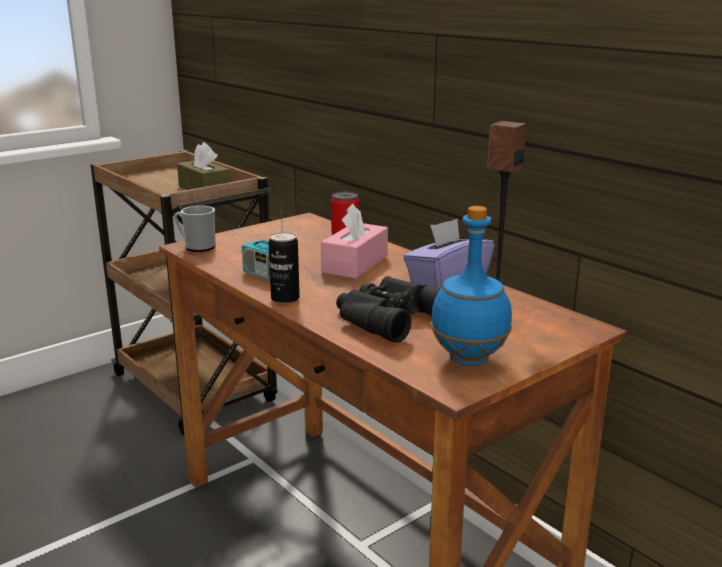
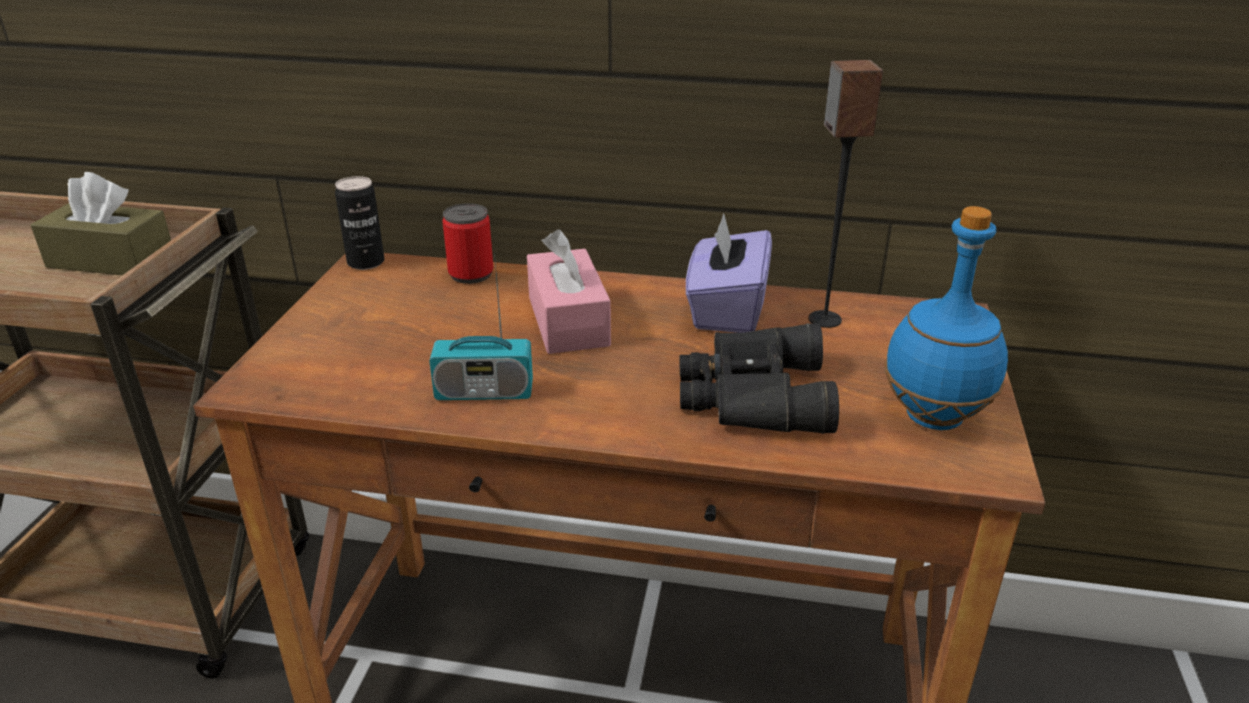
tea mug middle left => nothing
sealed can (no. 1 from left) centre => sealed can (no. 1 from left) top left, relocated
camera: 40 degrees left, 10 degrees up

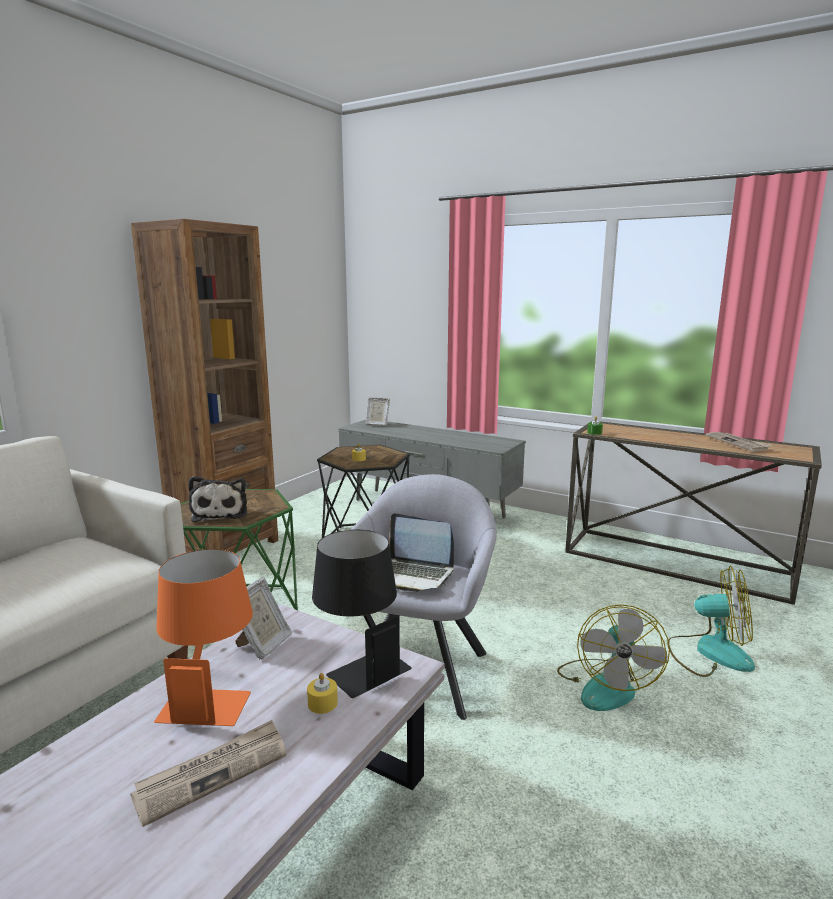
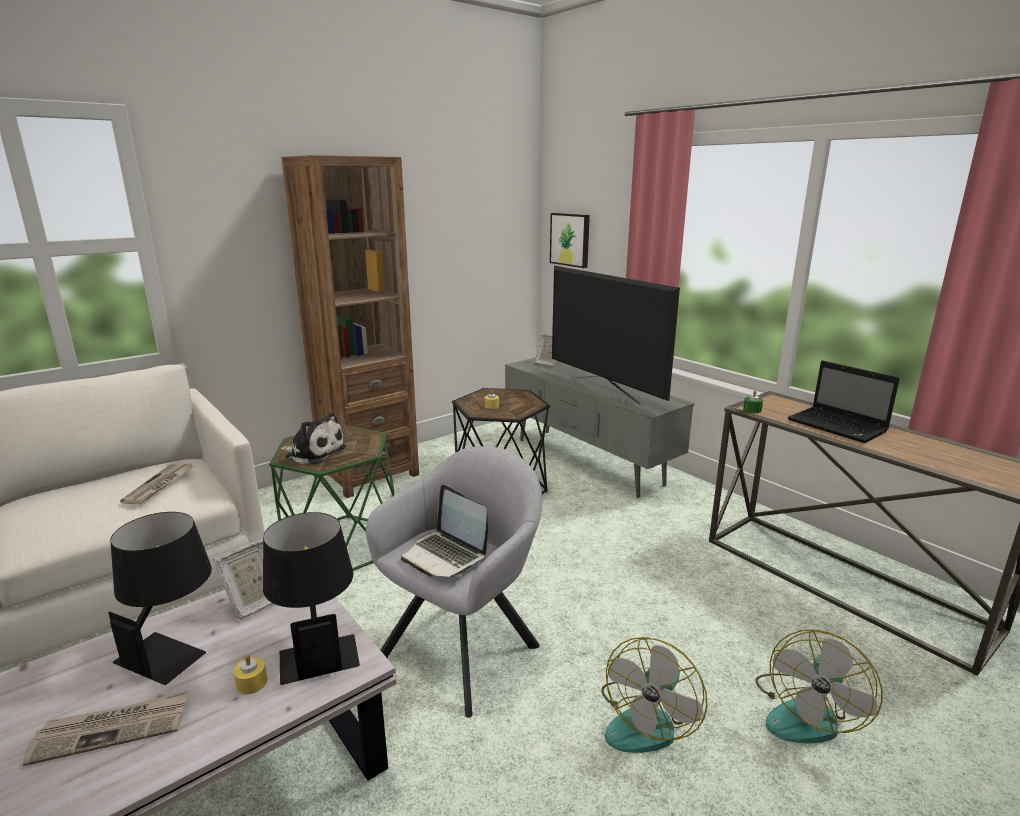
nothing => wall art top centre
nothing => TV centre
nothing => notebook computer (no. 2 from left) middle right
printed paper (no. 2 from left) middle right => printed paper (no. 2 from left) middle left, relocated
orange-coloured table lamp bottom left => black-coloured table lamp (no. 1 from left) bottom left
soft toy middle left, 75 degrees counterclockwise
cooling fan (no. 2 from left) bottom right, 90 degrees clockwise
camera: 20 degrees right, 5 degrees up

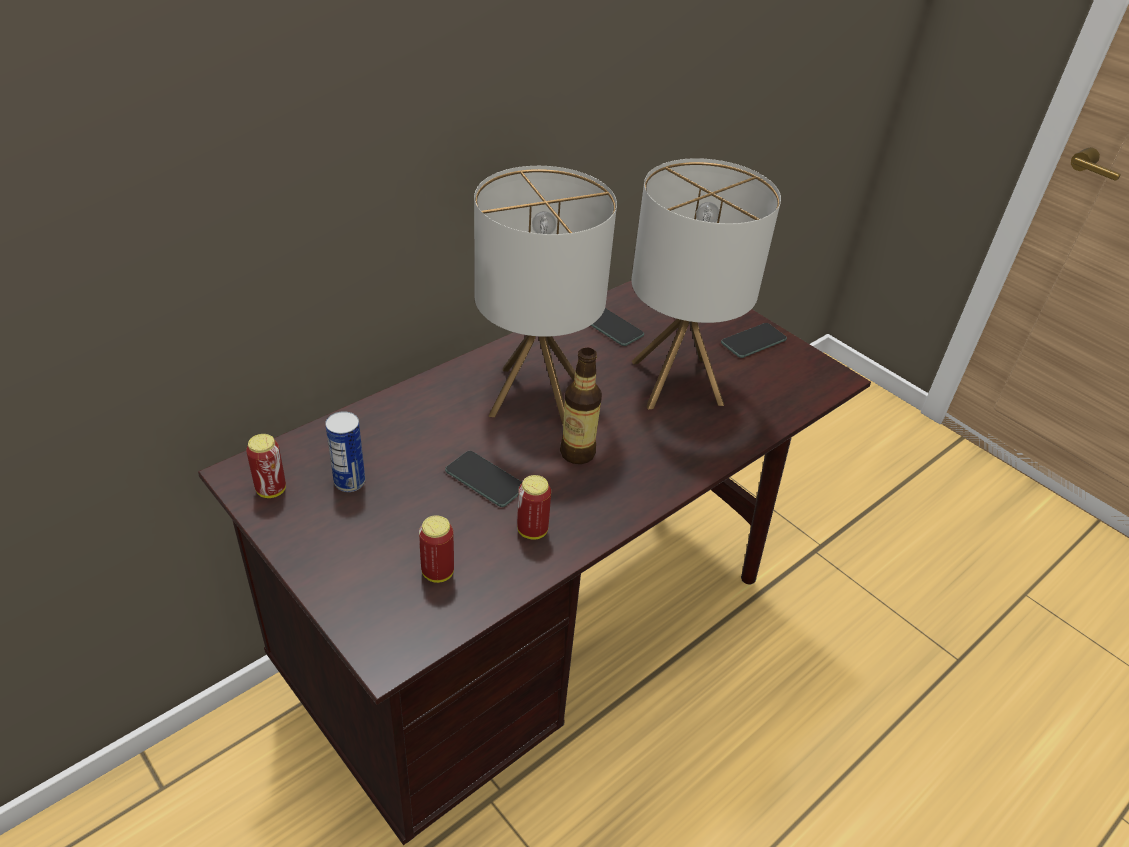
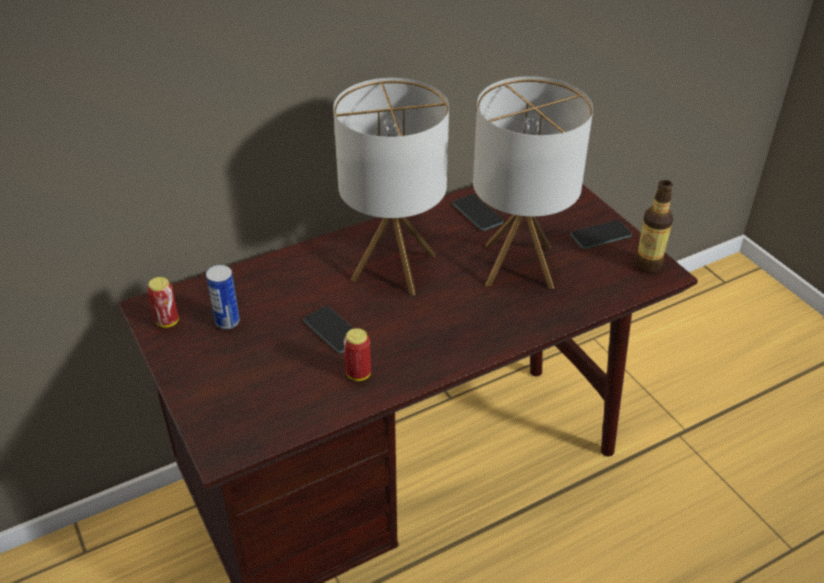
sealed can (no. 3 from left) centre => nothing
beverage bottle centre => beverage bottle middle right, relocated
camera: 15 degrees right, 0 degrees up

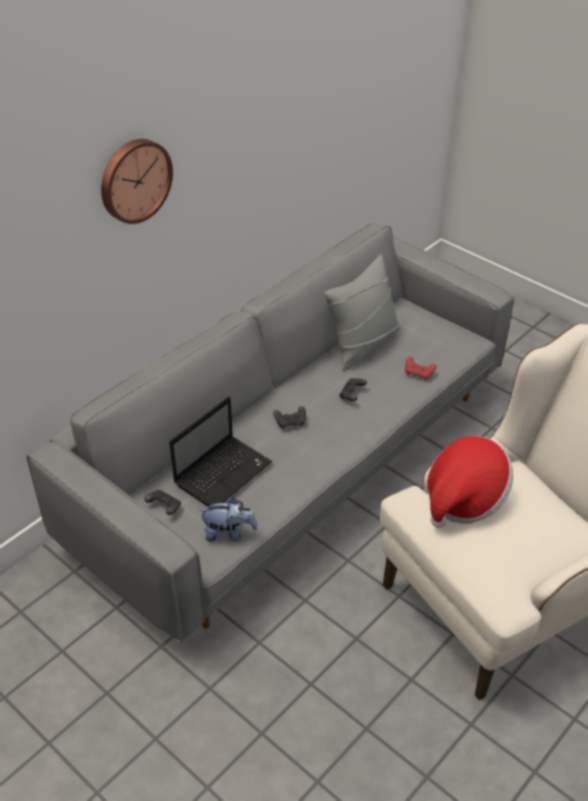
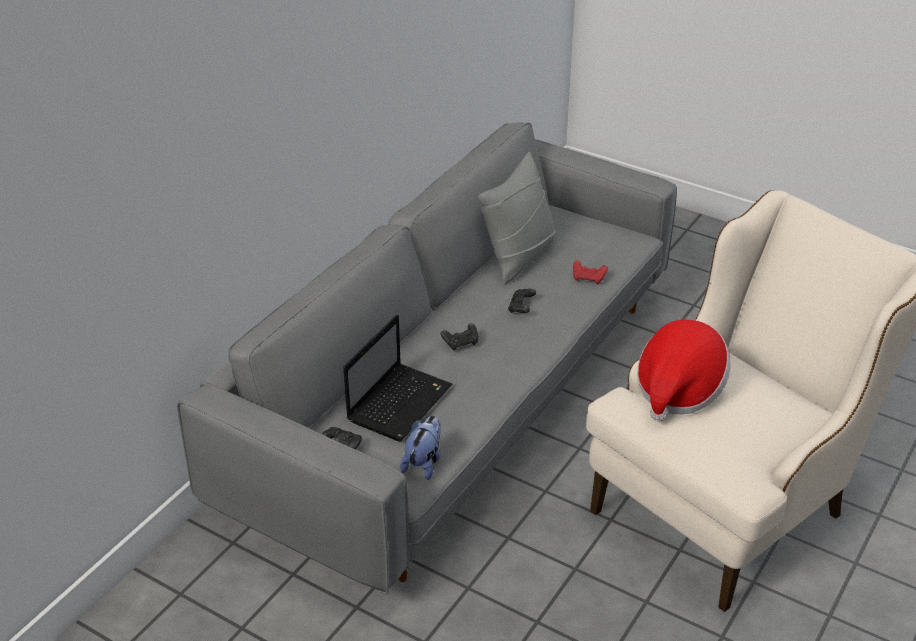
clock on the wall top left => nothing
soft toy centre => soft toy bottom centre, 60 degrees counterclockwise
camera: 10 degrees left, 5 degrees down

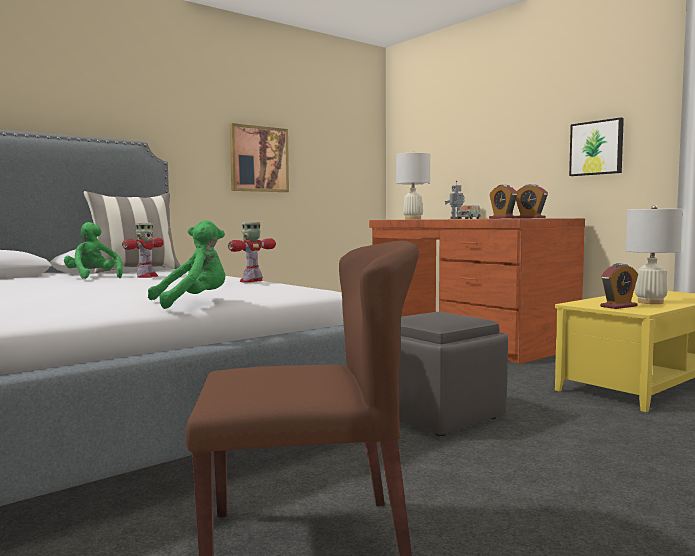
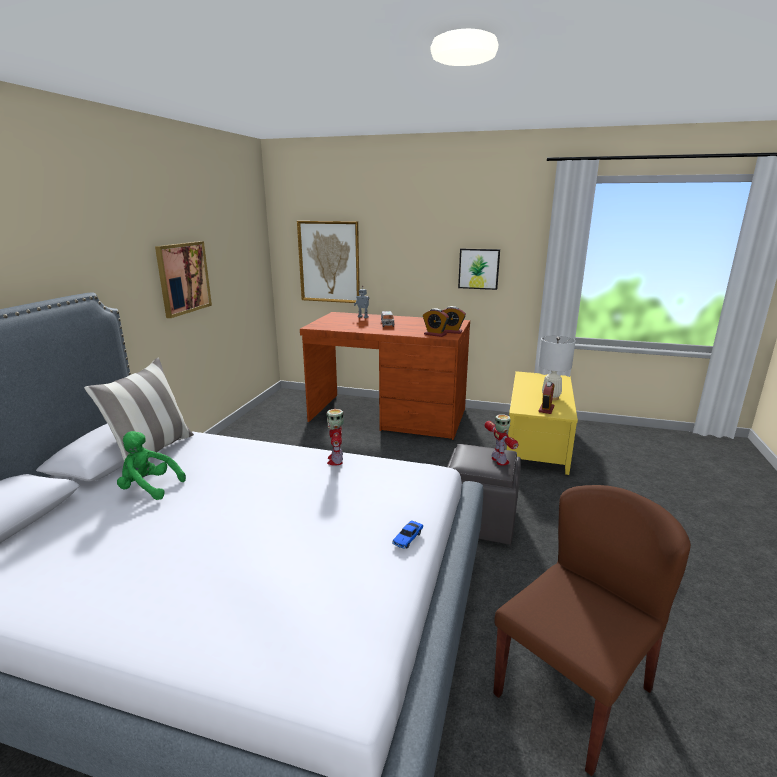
whitish table lamp (no. 1 from left) top centre => nothing
nothing => wall art (no. 2 from left) centre
toy robot (no. 1 from left in the first image) middle left => toy robot (no. 3 from left) centre, relocated
greenish soft toy (no. 2 from left) middle left => toy car bottom centre
camera: 35 degrees left, 15 degrees up

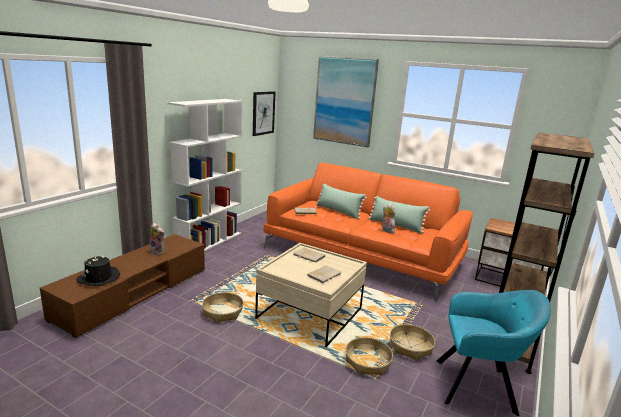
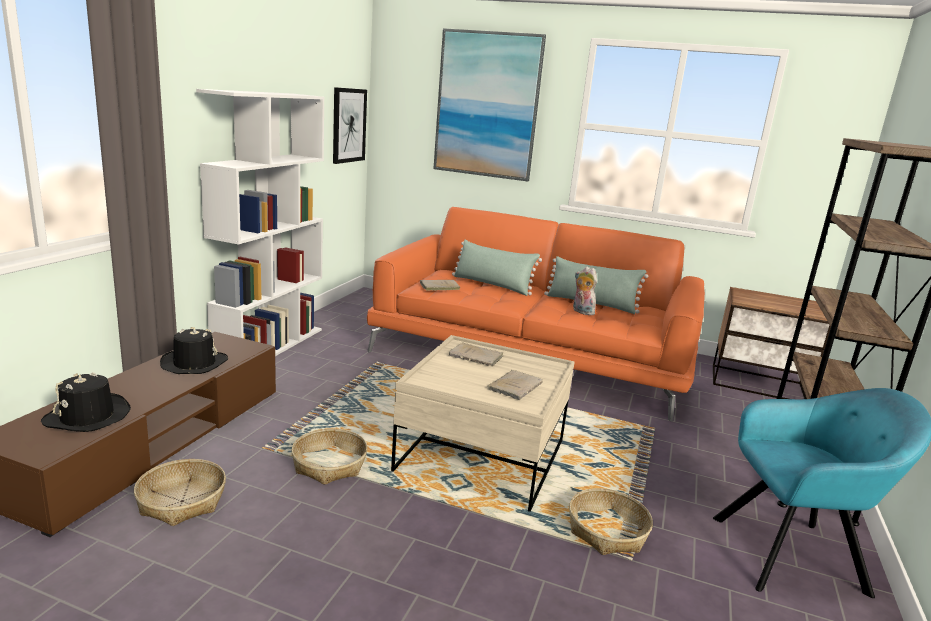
storage basket (no. 3 from left in the first image) bottom centre => storage basket (no. 1 from left) bottom left, relocated
soft toy (no. 1 from left) middle left => black-coloured clothing hat (no. 2 from left) middle left
camera: 10 degrees left, 0 degrees up

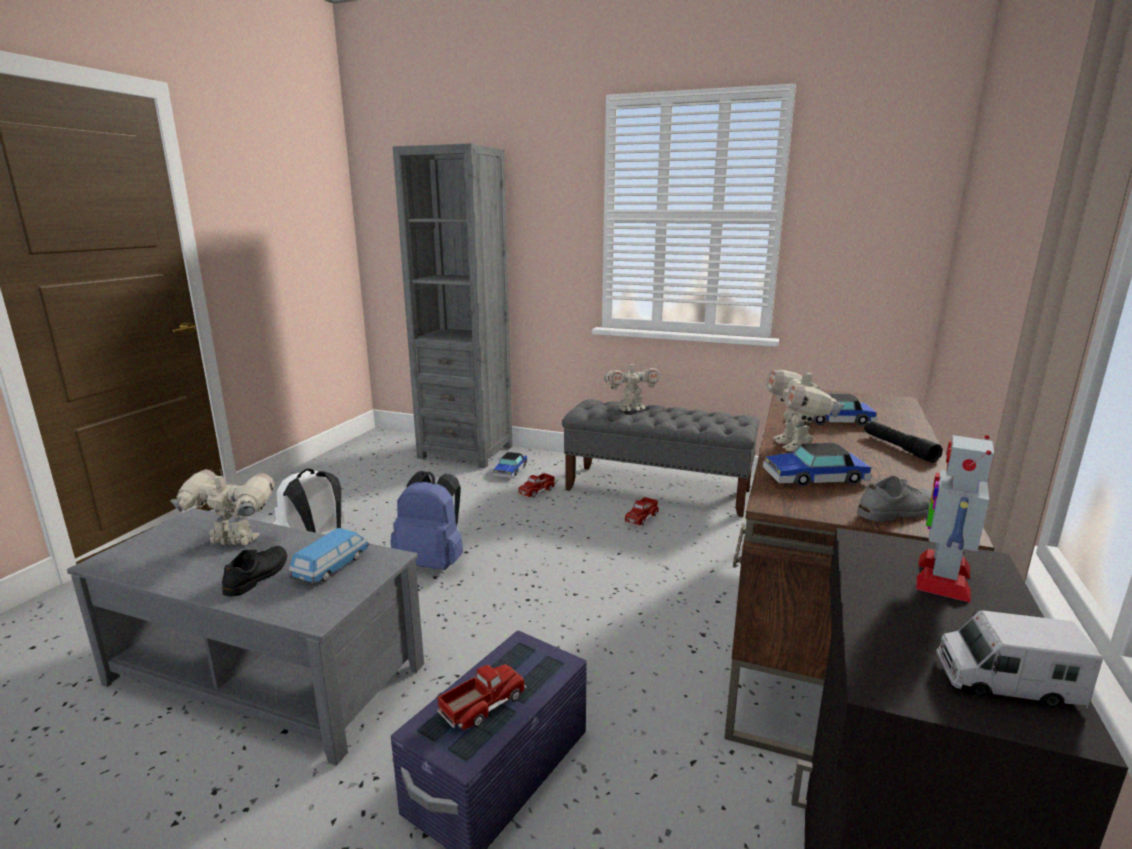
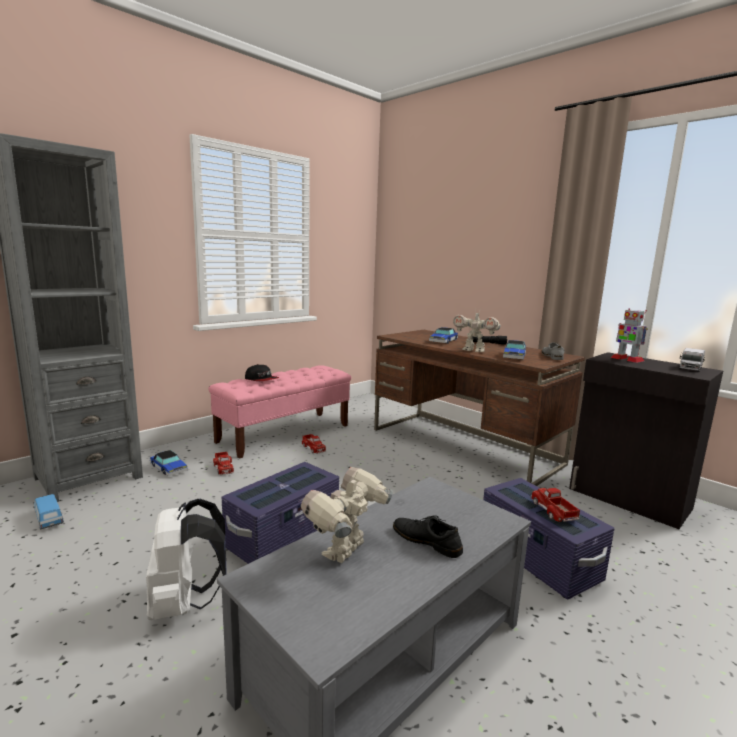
toy car (no. 1 from left) middle left => toy car (no. 1 from left) bottom left, relocated
bluish knapsack centre => purple storage box (no. 1 from left) bottom centre
toy robot (no. 2 from left) centre => cap centre
grey indoor bench centre => pink indoor bench centre
camera: 65 degrees left, 5 degrees down

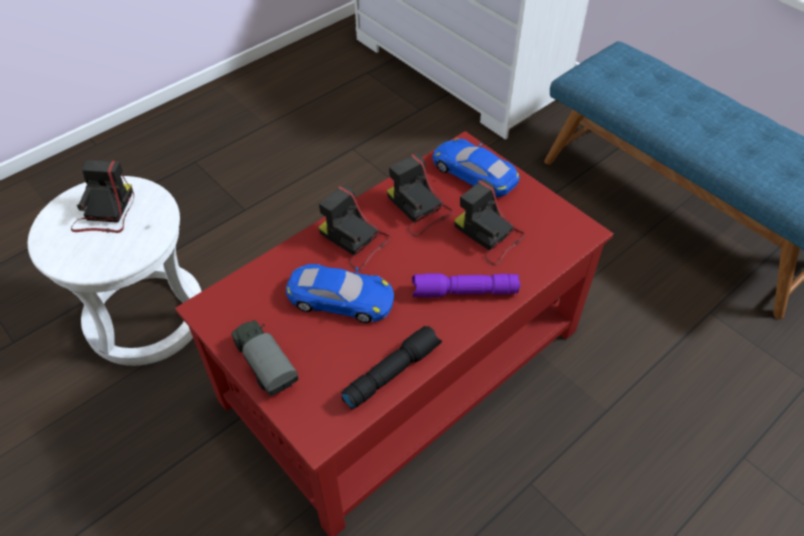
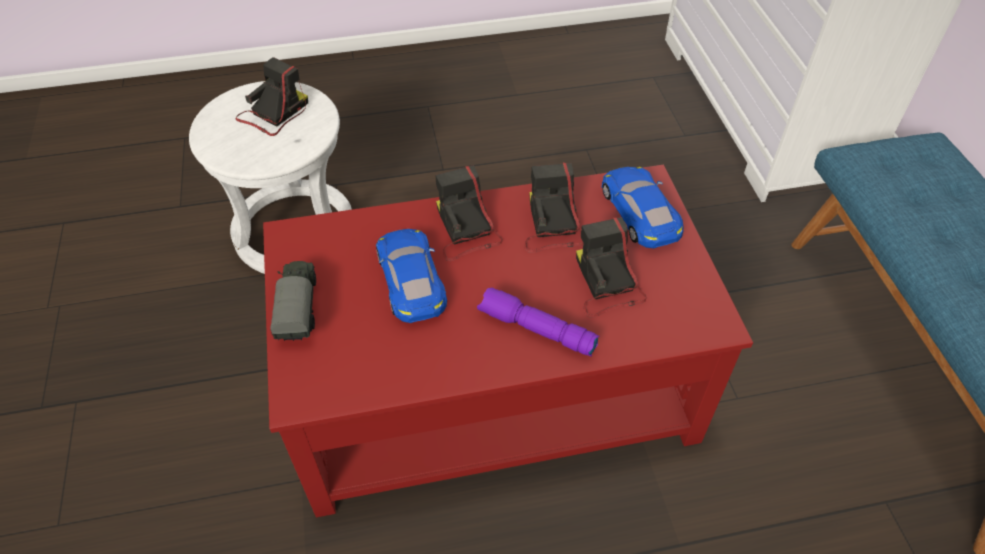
black-coloured flashlight bottom centre => nothing
bluish toy car (no. 1 from left) centre, 150 degrees counterclockwise
camera: 30 degrees right, 0 degrees up

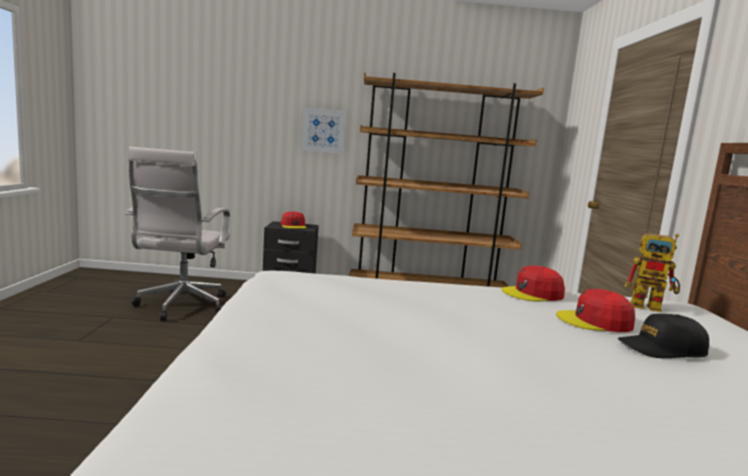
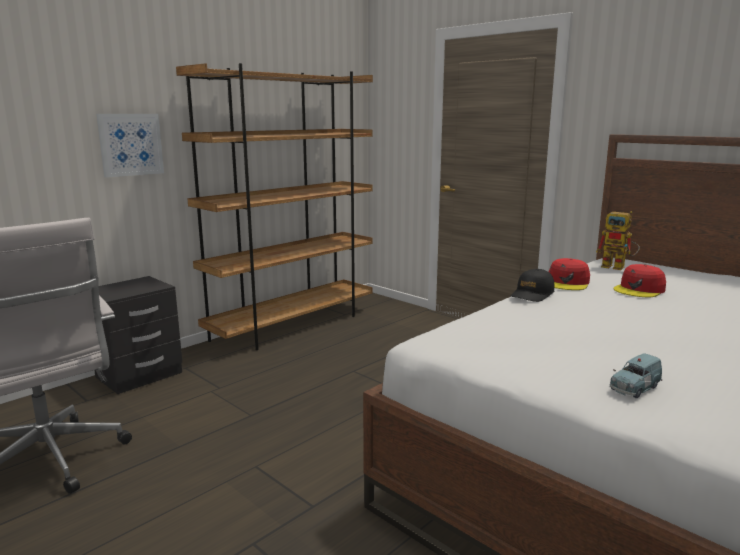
red cap (no. 1 from left) centre => nothing
nothing => bluish toy car bottom right
black-coloured cap bottom right => black-coloured cap middle right, relocated
toy robot middle right, 60 degrees clockwise
camera: 45 degrees left, 5 degrees up

